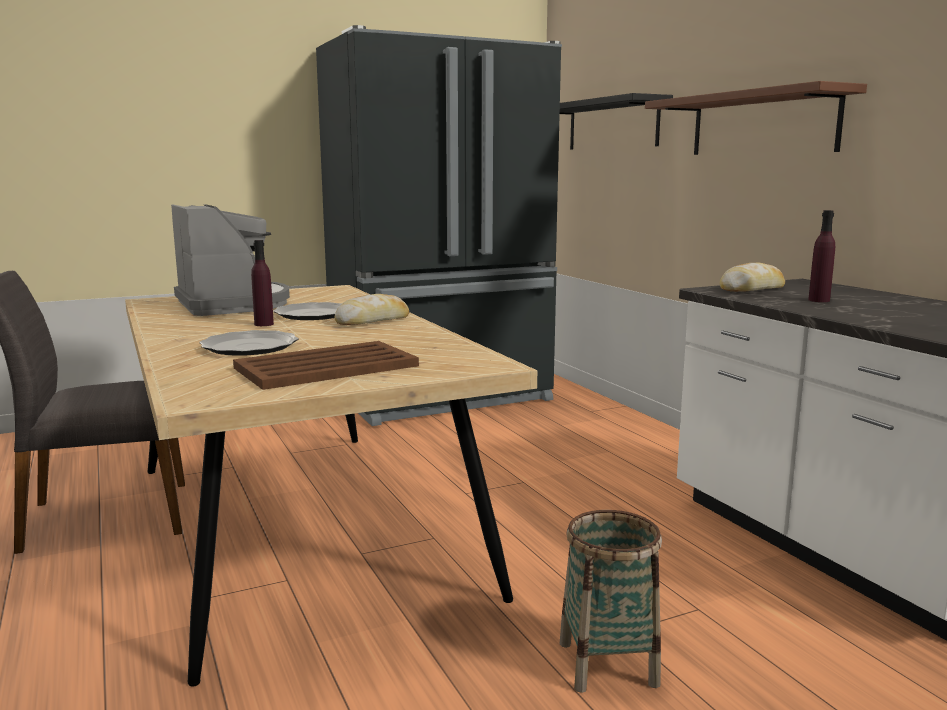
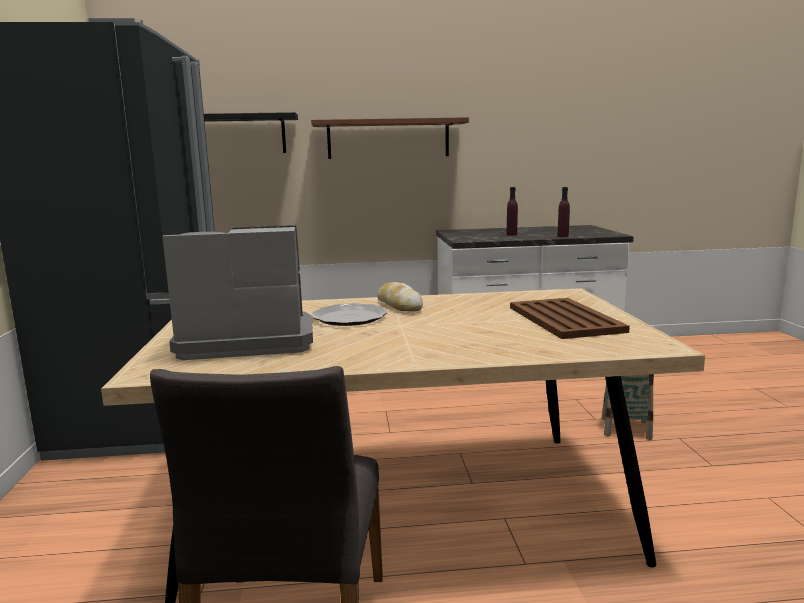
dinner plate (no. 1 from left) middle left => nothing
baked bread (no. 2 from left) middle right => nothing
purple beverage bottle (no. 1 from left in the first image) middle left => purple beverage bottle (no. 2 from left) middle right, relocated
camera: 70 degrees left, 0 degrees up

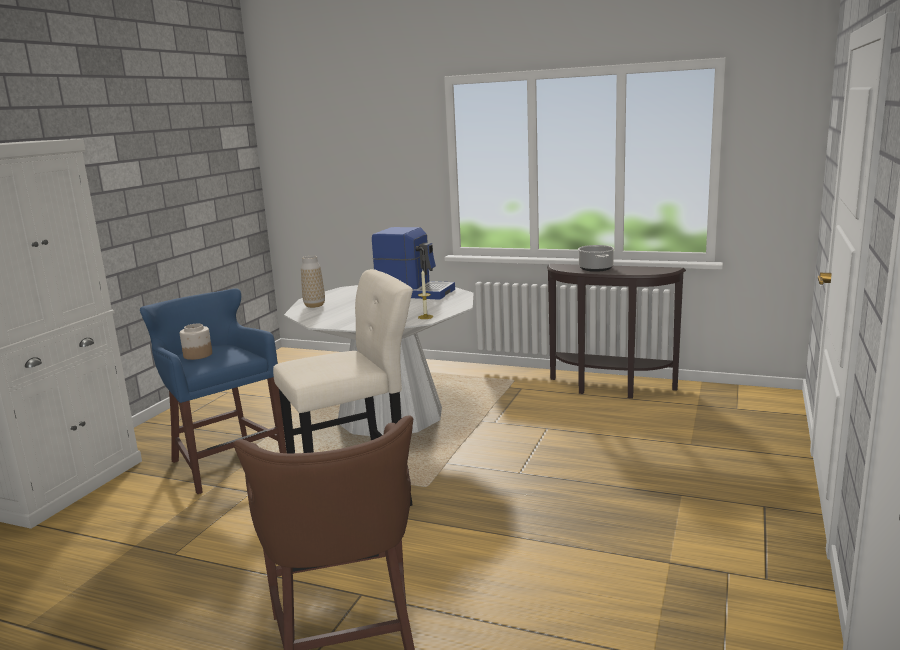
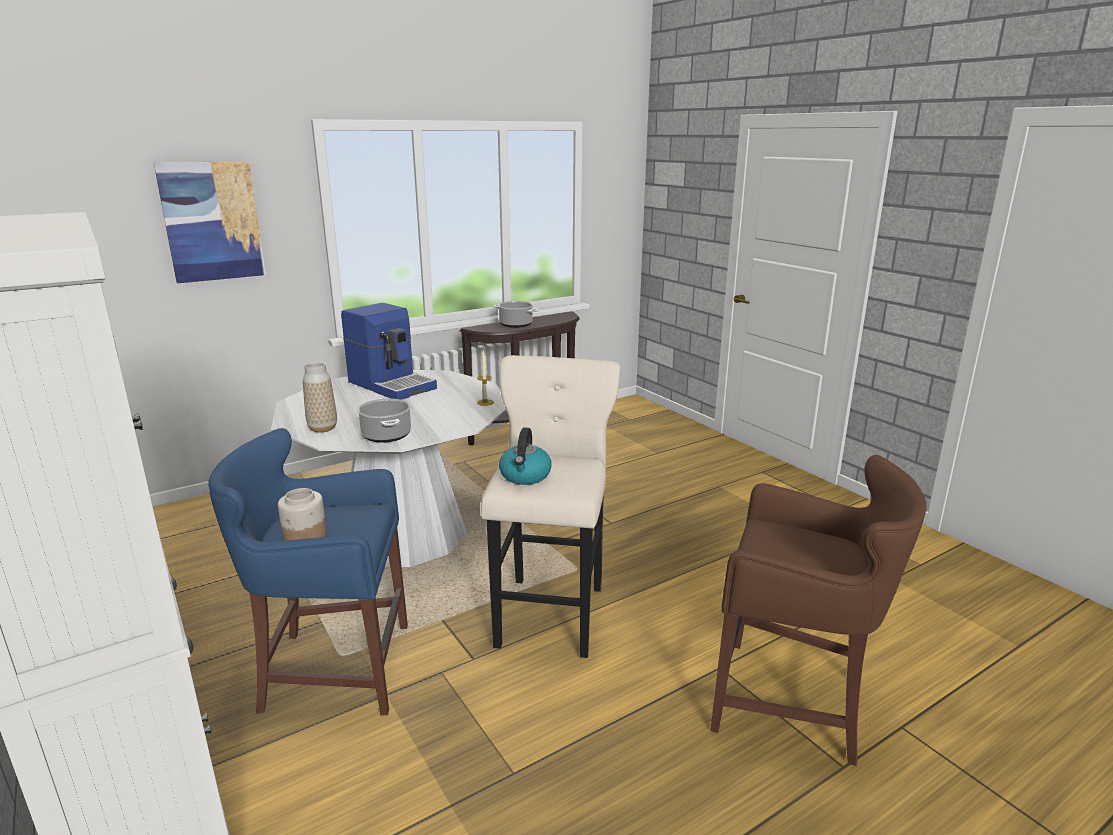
nothing => wall art top left
nothing => saucepot (no. 1 from left) centre
nothing => water kettle centre
coffee machine centre, 75 degrees clockwise
camera: 55 degrees left, 5 degrees up

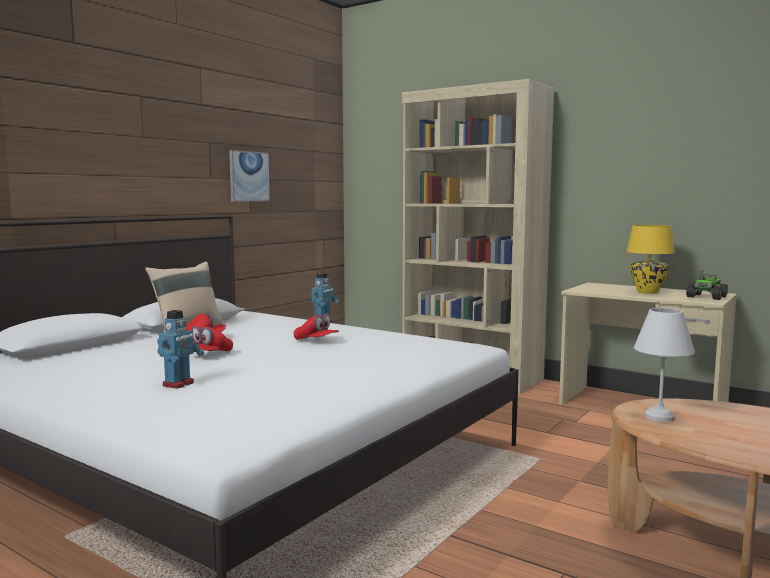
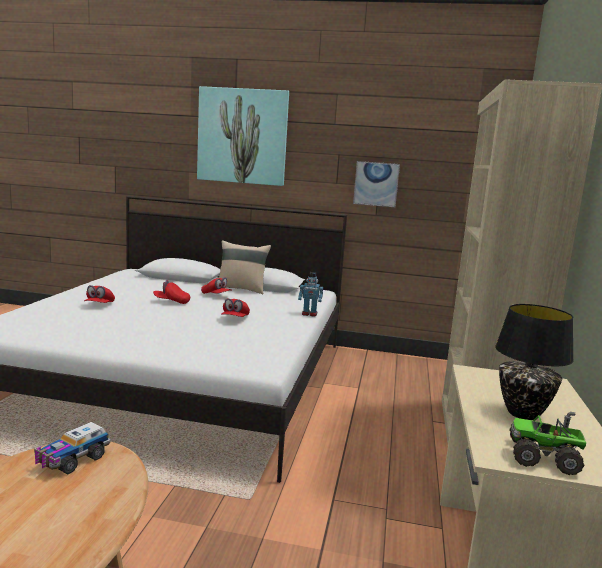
nothing => wall art (no. 1 from left) top centre
toy robot (no. 1 from left) middle left => red cap (no. 1 from left) middle left
whitish table lamp middle right => model truck (no. 1 from left) bottom left
yellowish table lamp middle right => black-coloured table lamp middle right
camera: 65 degrees right, 5 degrees up

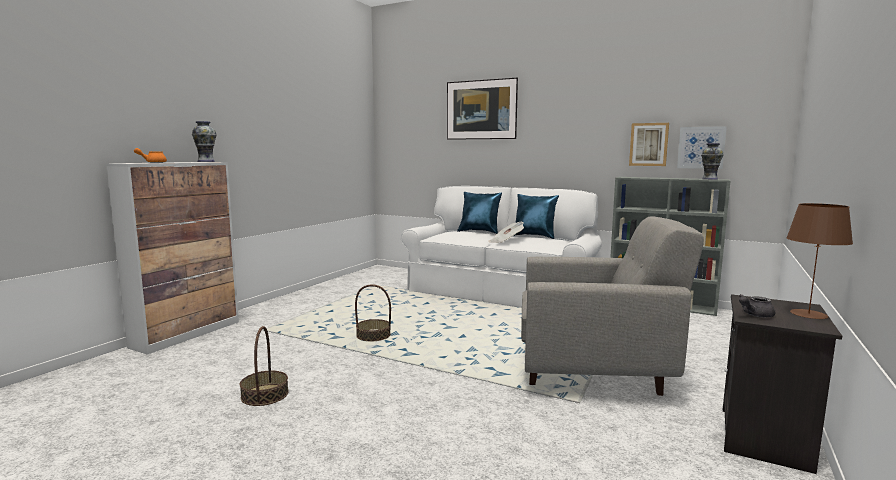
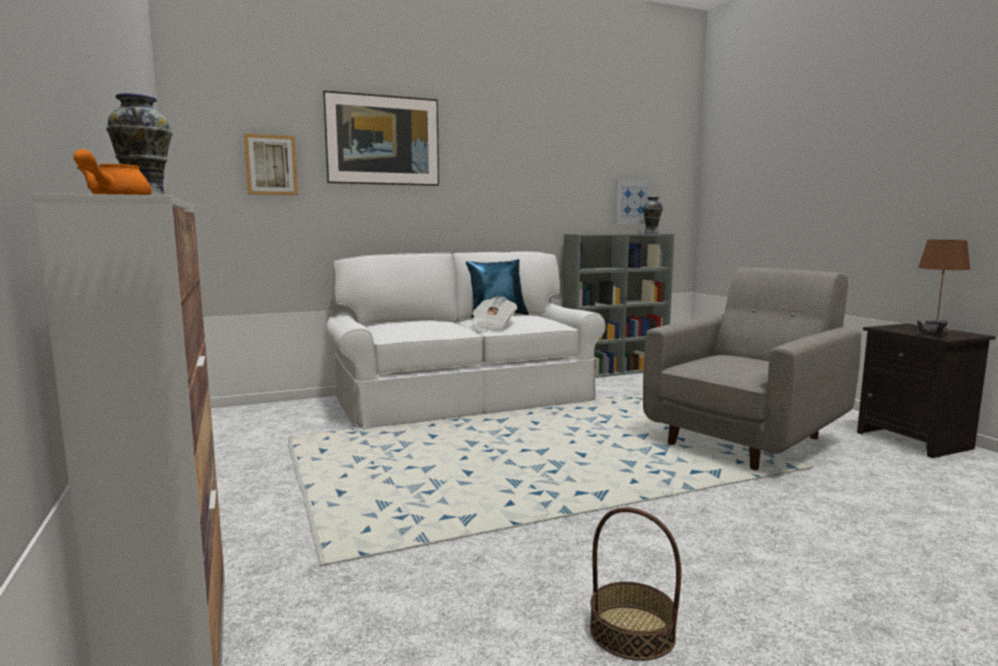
storage basket (no. 2 from left) centre => nothing
bluish throw pillow (no. 1 from left) centre => nothing
wall art (no. 2 from left in the first image) top right => wall art (no. 1 from left) top left, relocated
camera: 50 degrees left, 0 degrees up

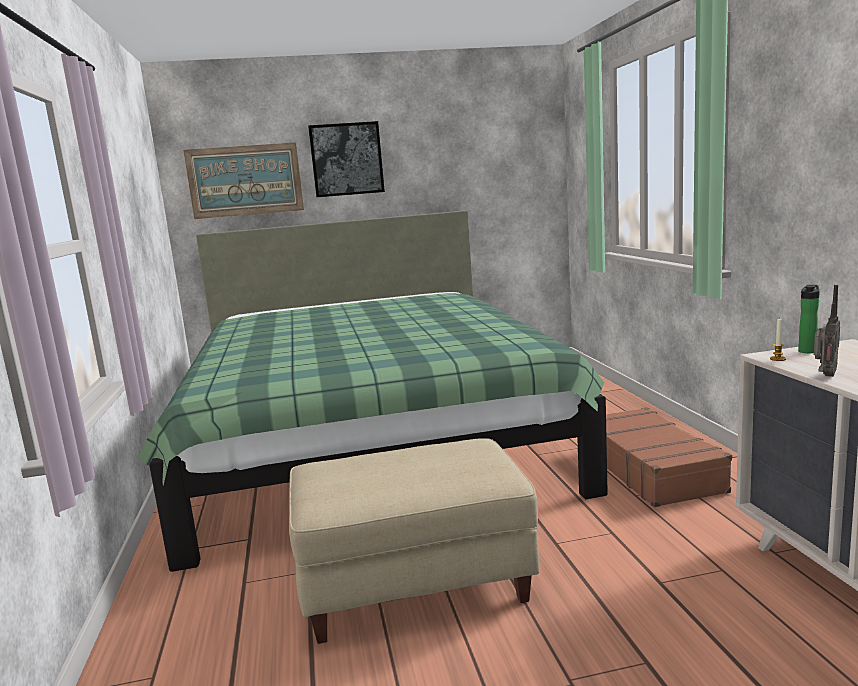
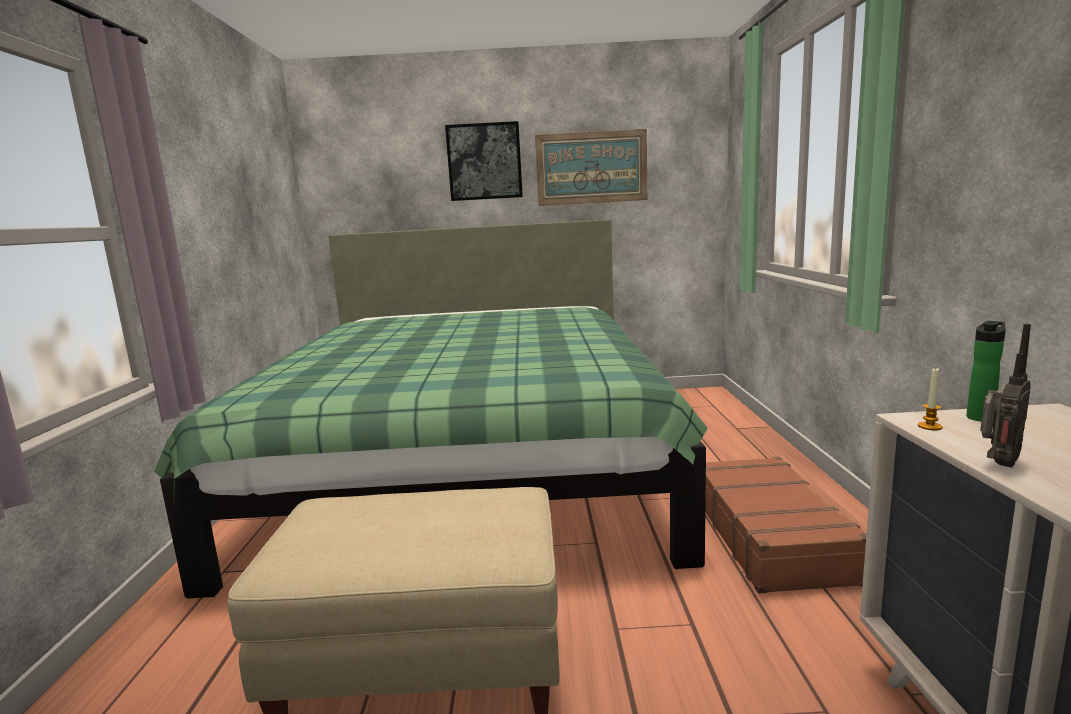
wall art (no. 1 from left in the first image) top left => wall art (no. 2 from left) top centre, relocated
camera: 10 degrees right, 0 degrees up

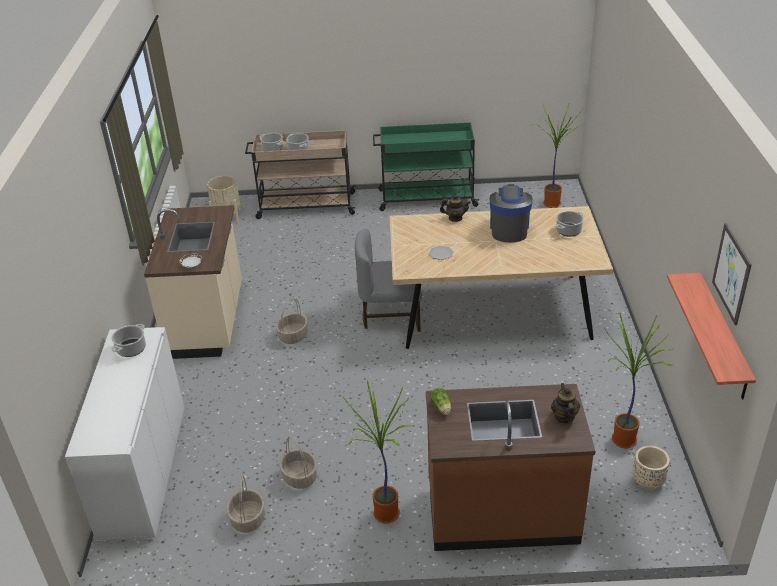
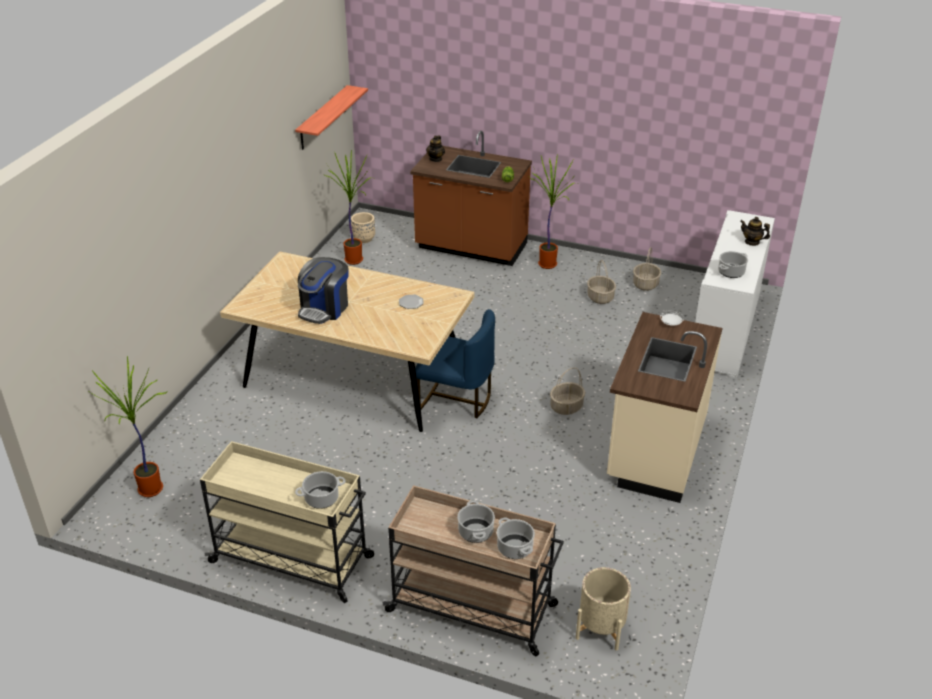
wall art middle right => nothing
teapot (no. 1 from left in the first image) centre => teapot (no. 2 from left) top right, relocated
saucepot (no. 4 from left in the first image) middle right => saucepot (no. 1 from left) bottom centre, relocated
grey plain chair centre => bluish plain chair centre
greenish cart top centre => beige-coloured cart (no. 1 from left) bottom left
camera: 160 degrees left, 0 degrees up

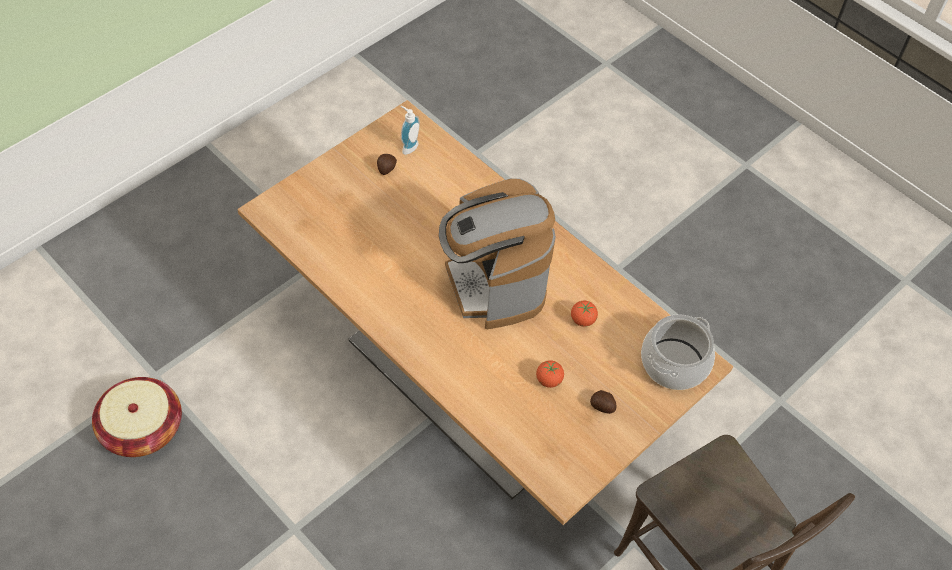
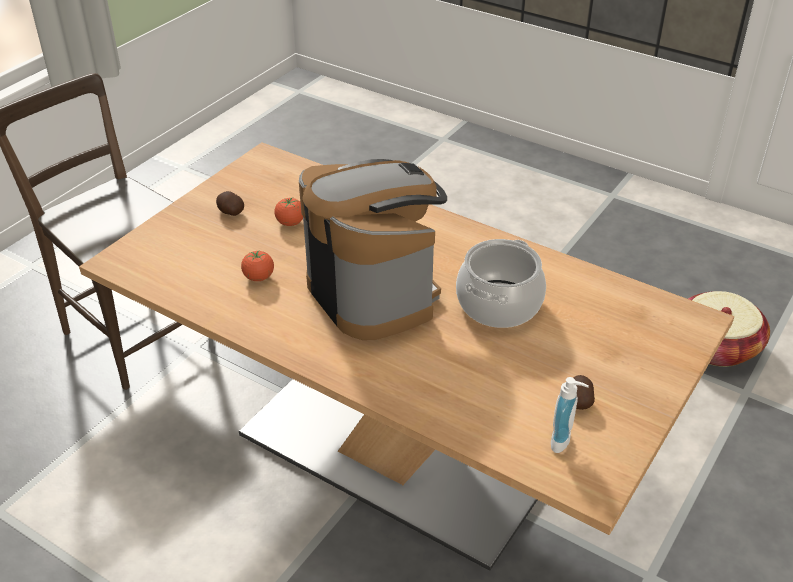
saucepot middle right => saucepot centre, relocated
camera: 170 degrees right, 15 degrees down

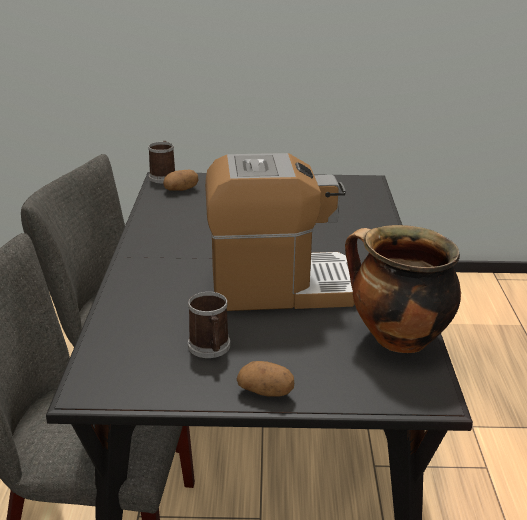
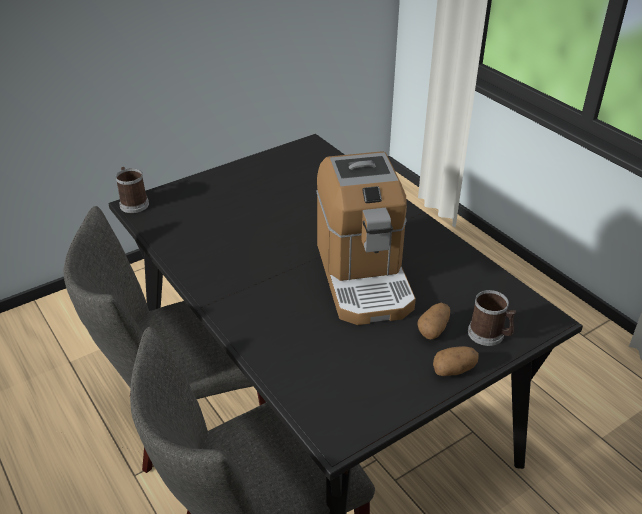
saucepot middle right => nothing
potato (no. 1 from left) centre => potato (no. 1 from left) middle right, relocated
tea mug (no. 2 from left) centre => tea mug (no. 2 from left) middle right, relocated
coffee machine centre, 120 degrees clockwise
camera: 35 degrees left, 10 degrees up

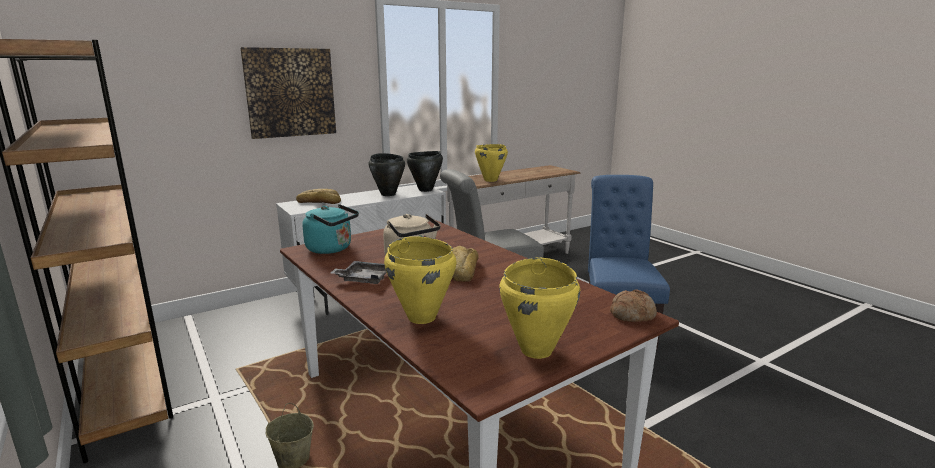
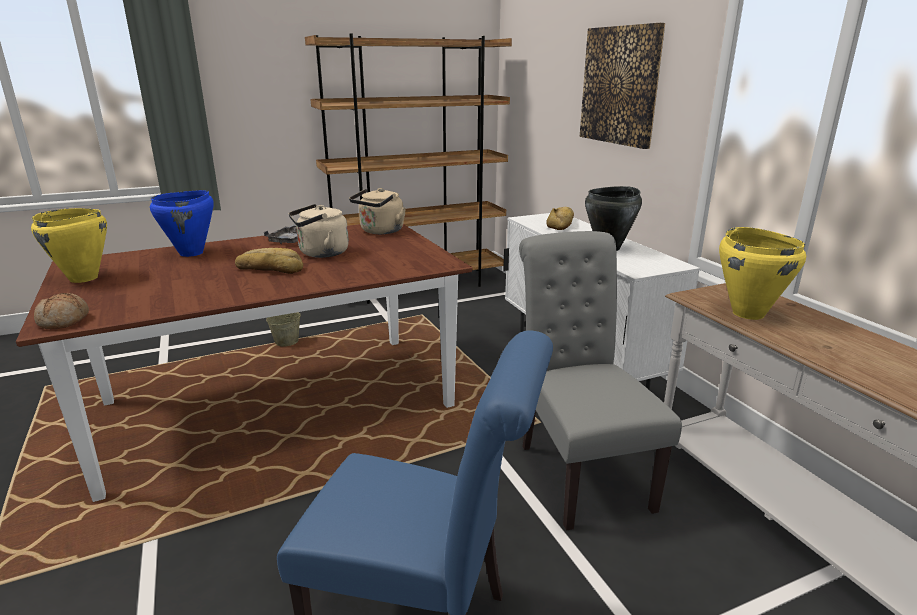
black-coloured saucepot (no. 2 from left) centre => nothing
turquoise-coloured water kettle centre => beige-coloured water kettle (no. 2 from left) centre
yellowish saucepot (no. 1 from left) centre => bluish saucepot middle left
camera: 100 degrees right, 5 degrees up

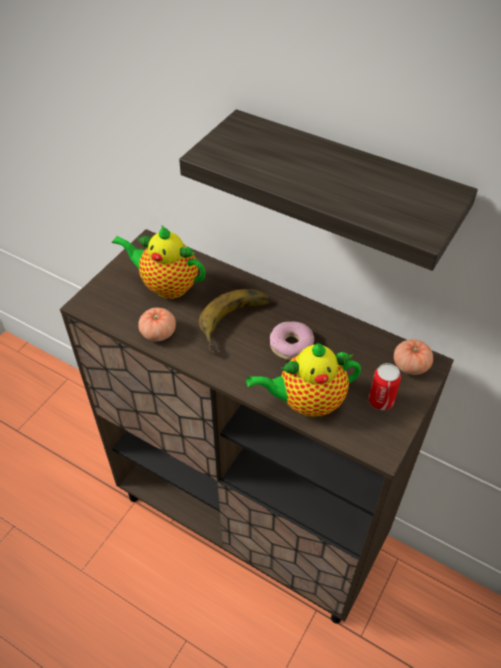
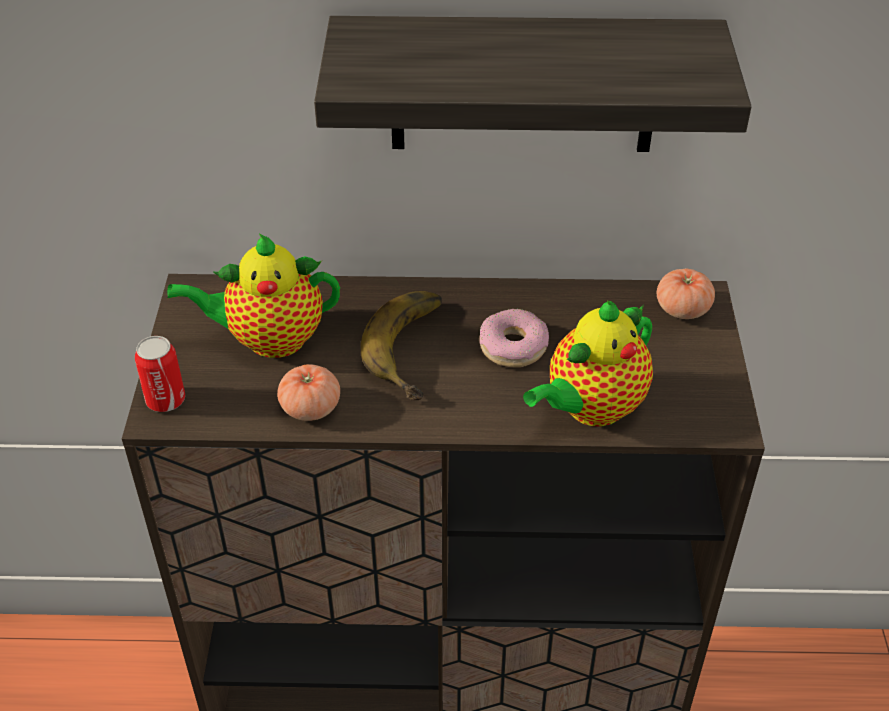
sealed can middle right => sealed can middle left, relocated
camera: 30 degrees left, 5 degrees down

